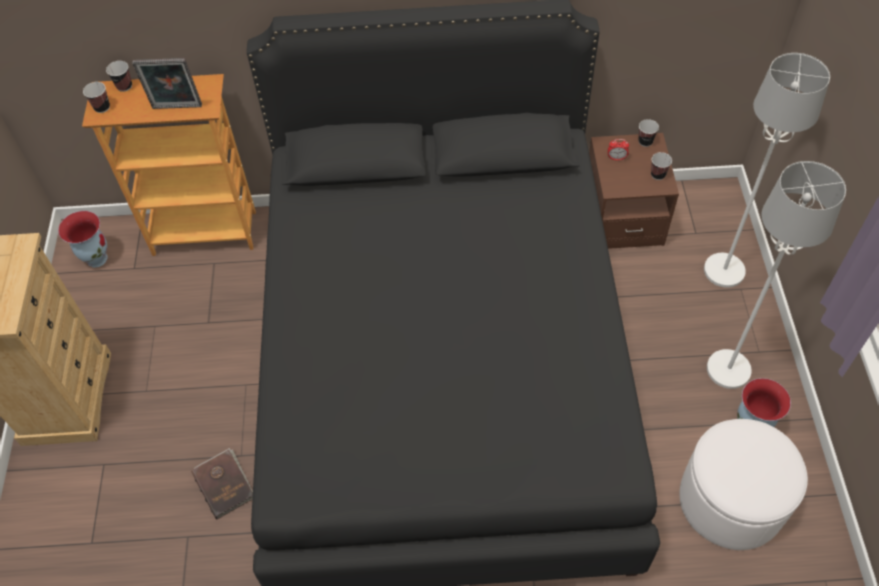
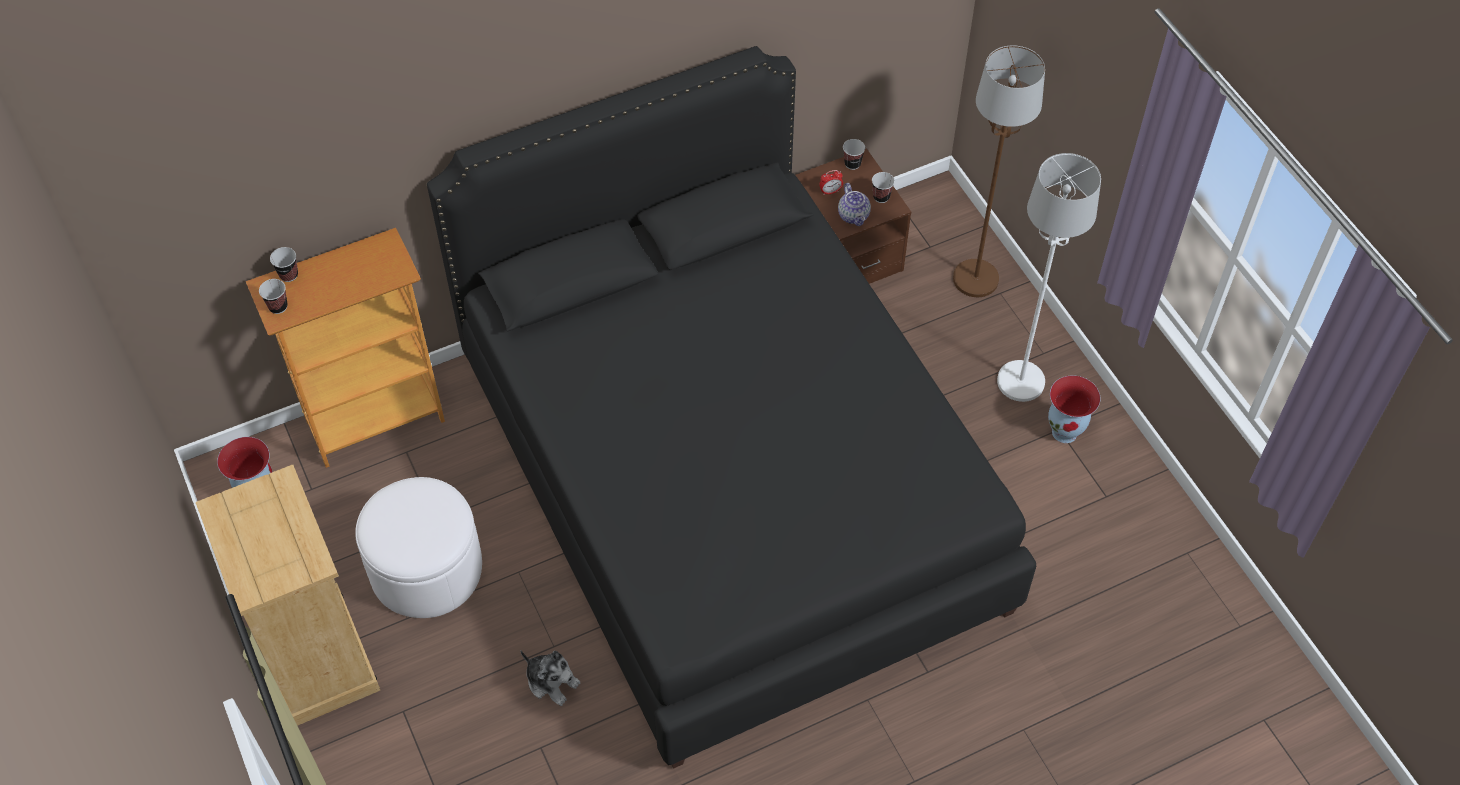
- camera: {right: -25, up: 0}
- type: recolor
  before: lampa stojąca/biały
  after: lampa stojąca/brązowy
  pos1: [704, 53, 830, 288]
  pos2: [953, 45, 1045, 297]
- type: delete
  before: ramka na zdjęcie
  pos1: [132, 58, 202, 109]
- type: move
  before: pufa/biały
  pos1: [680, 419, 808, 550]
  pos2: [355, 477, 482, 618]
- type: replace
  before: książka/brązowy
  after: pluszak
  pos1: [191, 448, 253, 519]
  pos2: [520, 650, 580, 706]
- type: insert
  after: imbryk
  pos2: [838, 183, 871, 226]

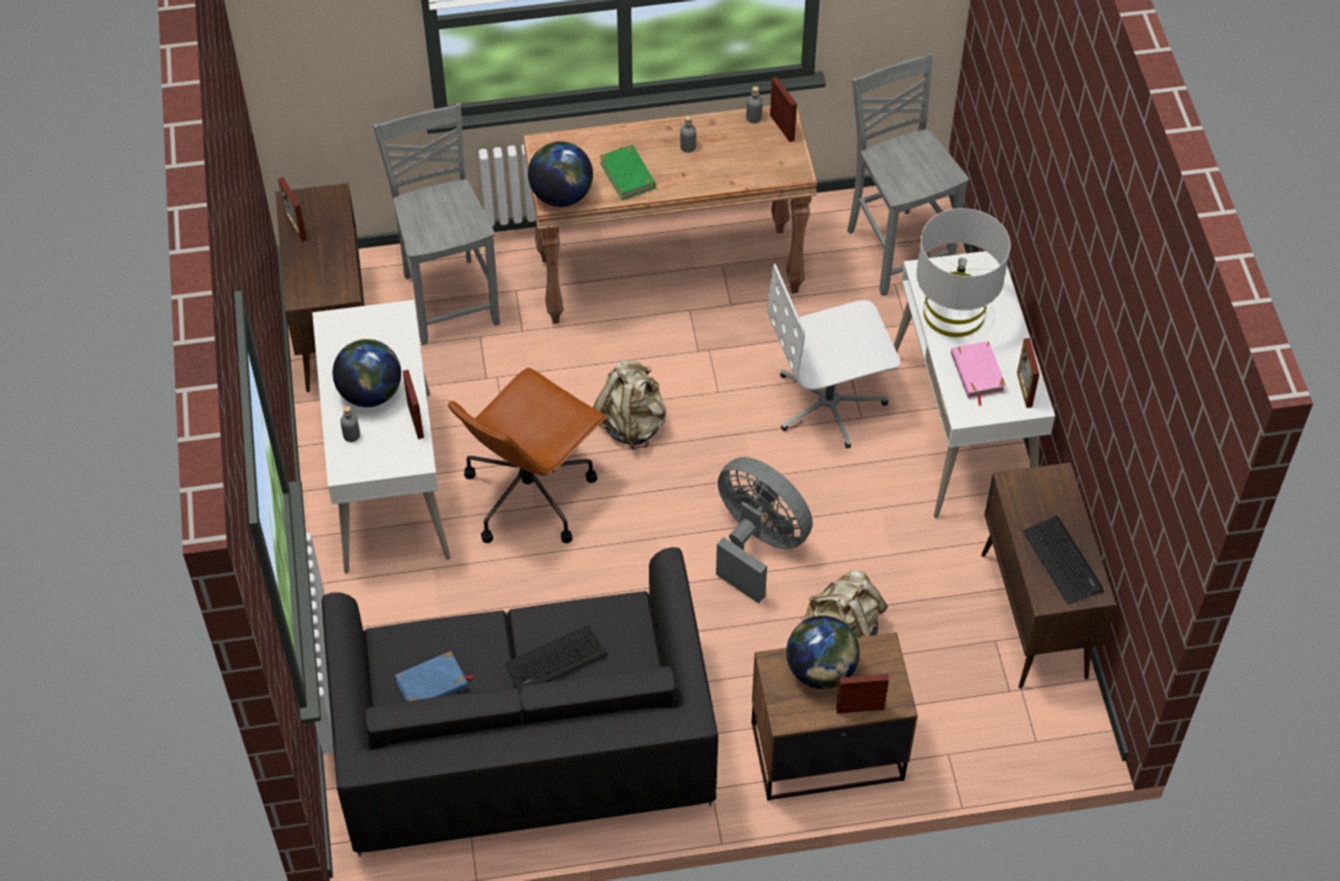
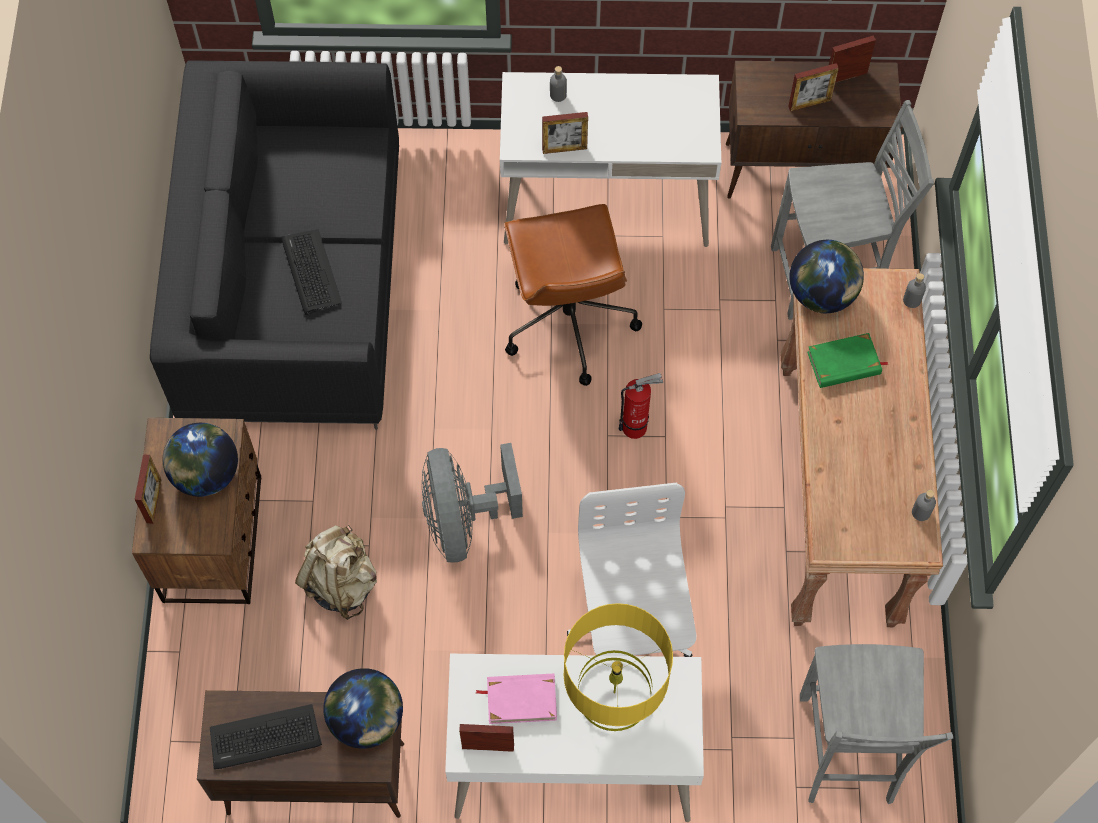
- camera: {right: 100, up: 10}
- type: rotate
  before: krzesło/szary
  pos1: [847, 53, 969, 296]
  pos2: [800, 644, 953, 804]
  turn: 105
- type: move
  before: ramka na zdjęcie
  pos1: [770, 77, 797, 142]
  pos2: [788, 63, 839, 111]
- type: move
  before: butelka/szary
  pos1: [680, 115, 696, 153]
  pos2: [903, 273, 926, 308]
- type: recolor
  before: lampa stołowa/szary
  after: lampa stołowa/żółty
  pos1: [916, 208, 1010, 337]
  pos2: [564, 603, 673, 731]
- type: move
  before: globus
  pos1: [333, 339, 401, 407]
  pos2: [323, 668, 403, 749]
- type: replace
  before: plecak/beżowy
  after: gaśnica
  pos1: [593, 360, 666, 450]
  pos2: [619, 373, 663, 439]
- type: rotate
  before: krzesło biurowe/brązowy
  pos1: [448, 367, 606, 543]
  pos2: [504, 204, 642, 386]
  turn: -150
- type: rotate
  before: wentylator/szary
  pos1: [716, 457, 813, 603]
  pos2: [422, 443, 523, 563]
  turn: 120
- type: delete
  before: książka/niebieski
  pos1: [395, 651, 474, 702]

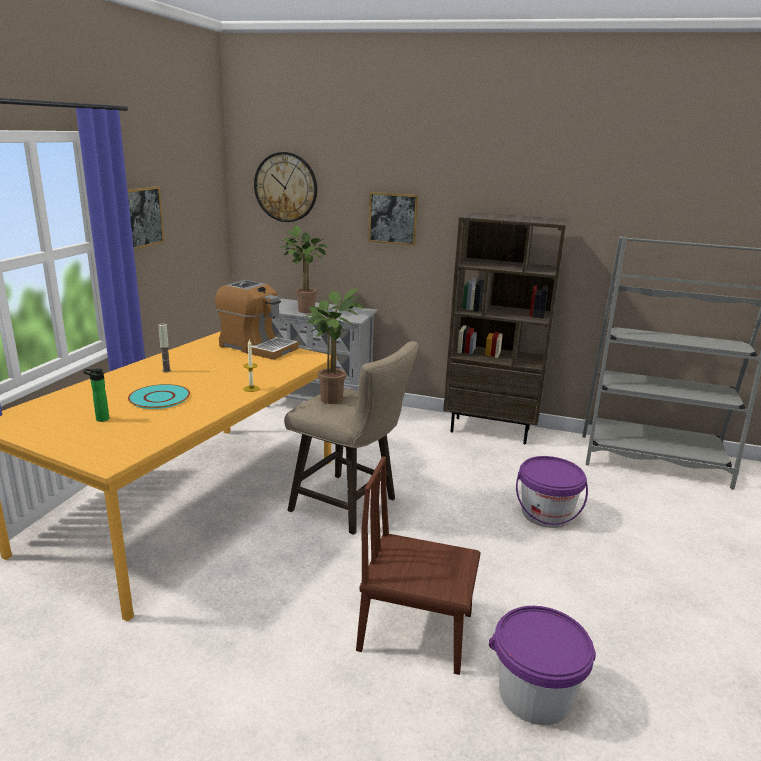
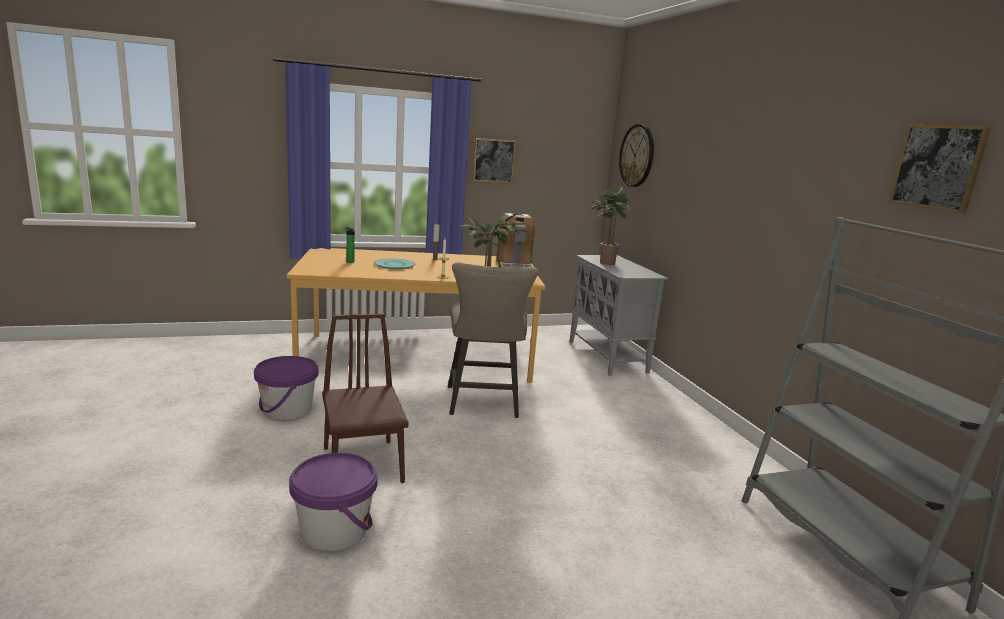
- camera: {right: 55, up: -5}
- type: move
  before: obraz
  pos1: [368, 192, 418, 246]
  pos2: [889, 124, 991, 213]
- type: delete
  before: regał/brązowy
  pos1: [443, 212, 567, 444]
- type: move
  before: wiadro/fioletowy
  pos1: [516, 456, 588, 528]
  pos2: [254, 356, 318, 420]

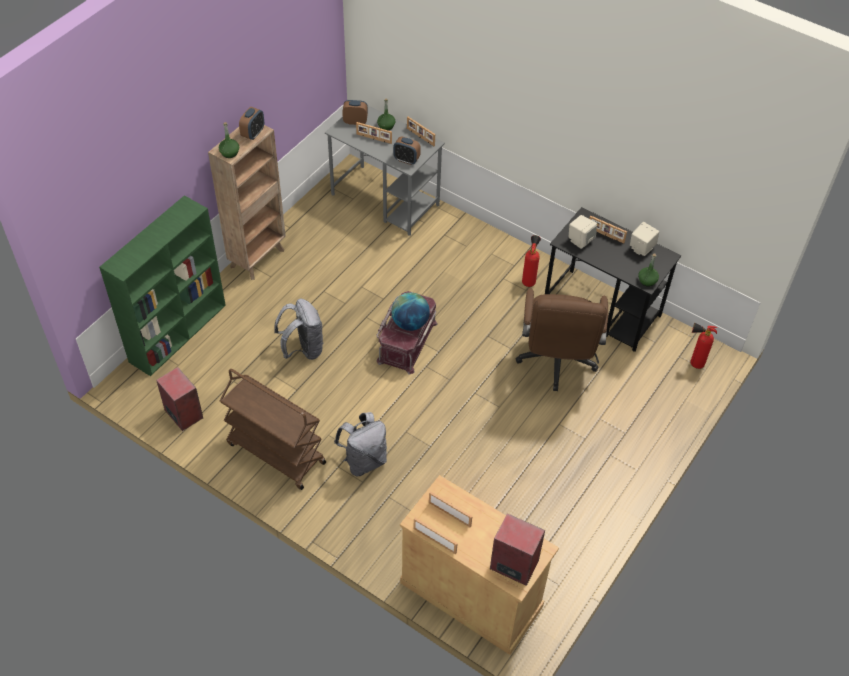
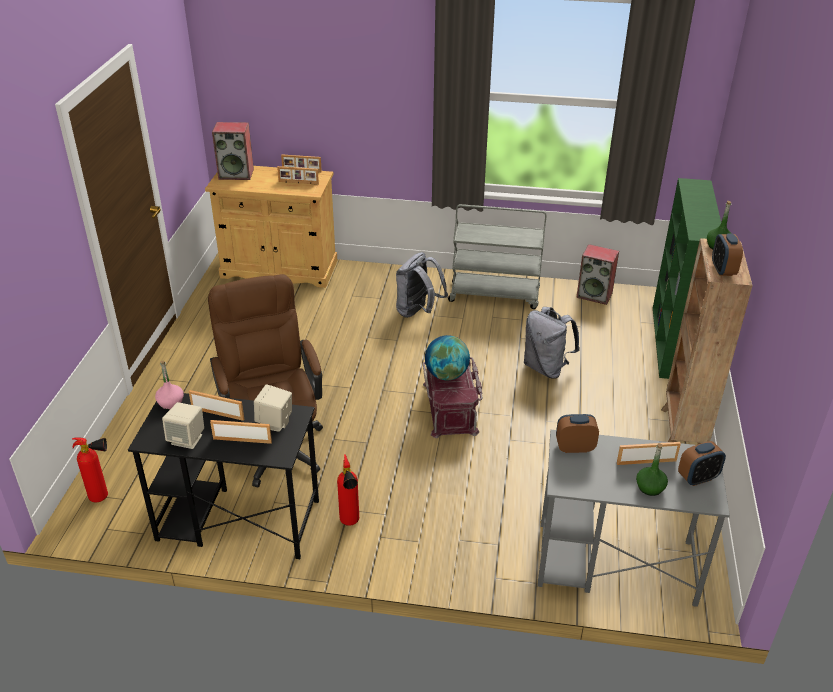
- camera: {right: 155, up: -15}
- type: move
  before: ramka na zdjęcie
  pos1: [407, 117, 435, 146]
  pos2: [189, 390, 244, 421]
- type: recolor
  before: butelka/zielony
  after: butelka/różowy
  pos1: [638, 254, 659, 287]
  pos2: [155, 361, 184, 410]
- type: recolor
  before: wózek/brązowy
  after: wózek/szary
  pos1: [220, 369, 326, 490]
  pos2: [448, 204, 546, 309]

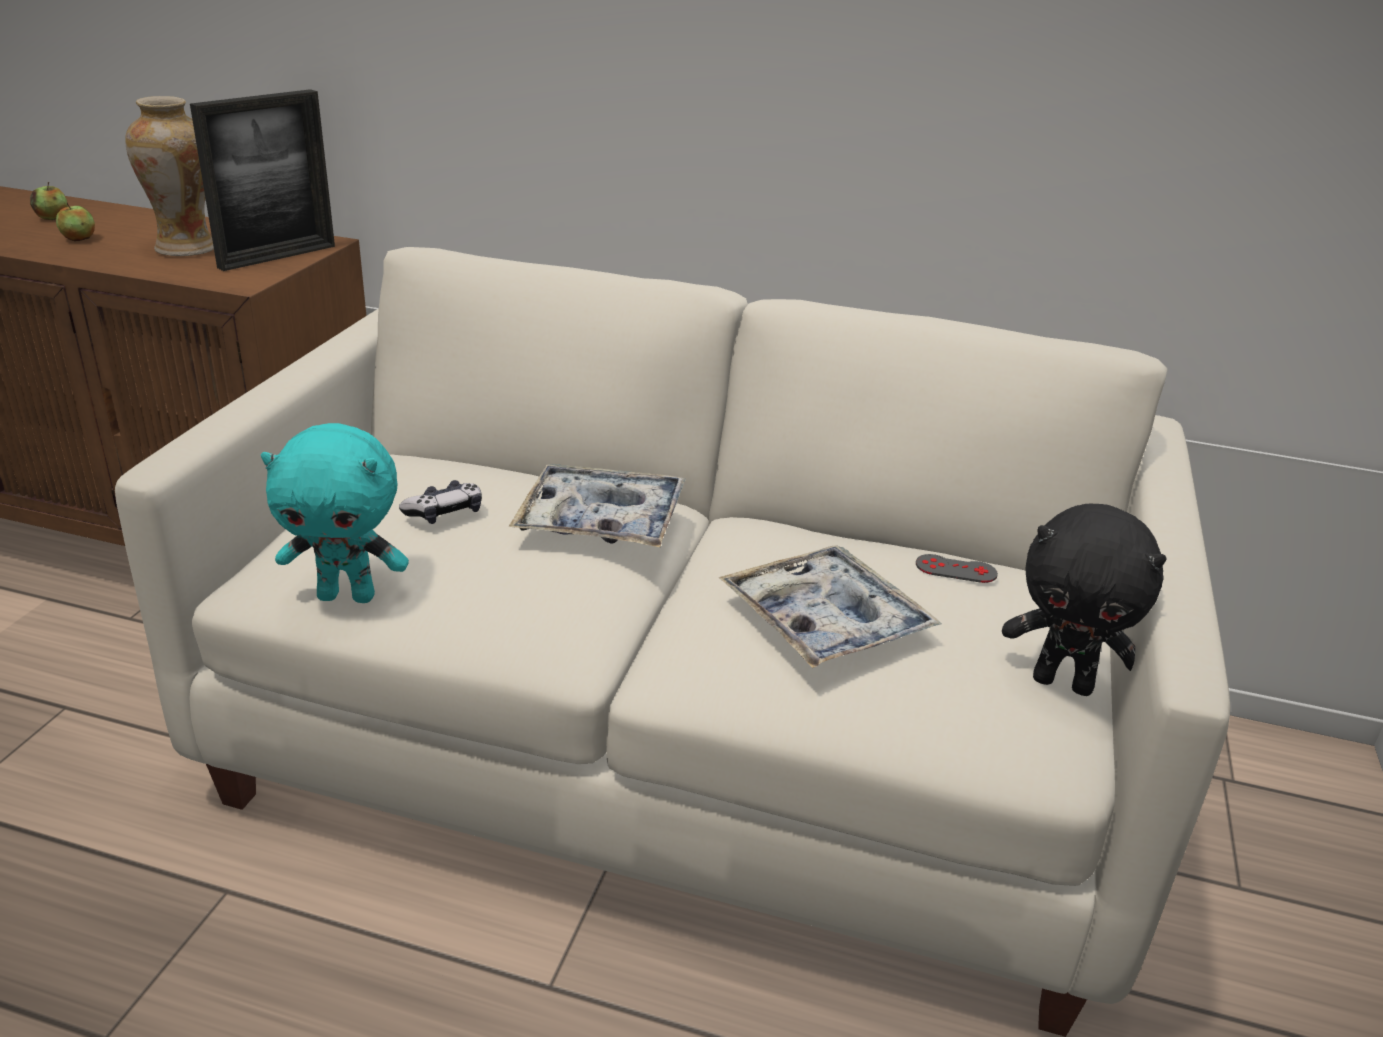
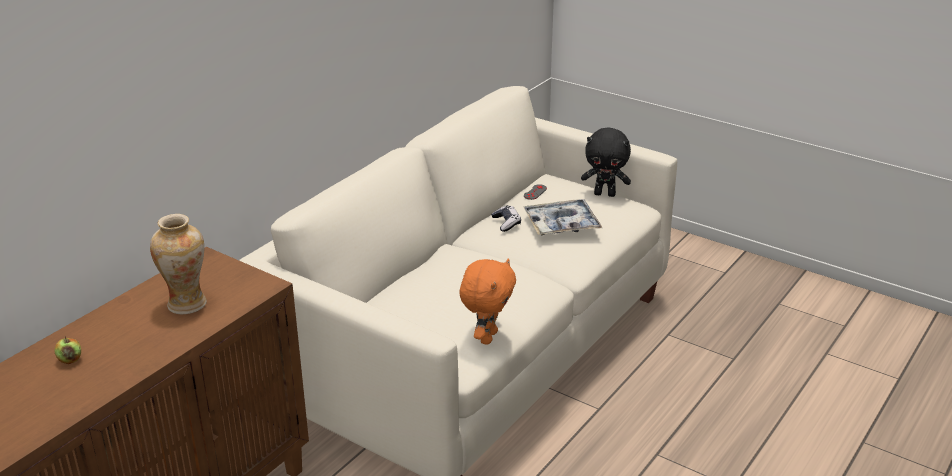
- camera: {right: -70, up: 0}
- type: delete
  before: ramka na zdjęcie
  pos1: [190, 89, 335, 271]
- type: delete
  before: jabłko
  pos1: [56, 202, 95, 241]
- type: recolor
  before: pluszak/turkusowy
  after: pluszak/pomarańczowy
  pos1: [261, 423, 409, 603]
  pos2: [460, 258, 516, 345]
- type: delete
  before: taca
  pos1: [508, 464, 685, 547]
- type: move
  before: pad do gier
  pos1: [399, 480, 482, 524]
  pos2: [491, 205, 521, 232]
- type: rotate
  before: pluszak/czarny
  pos1: [1002, 504, 1167, 696]
  pos2: [581, 128, 631, 197]
  turn: 60

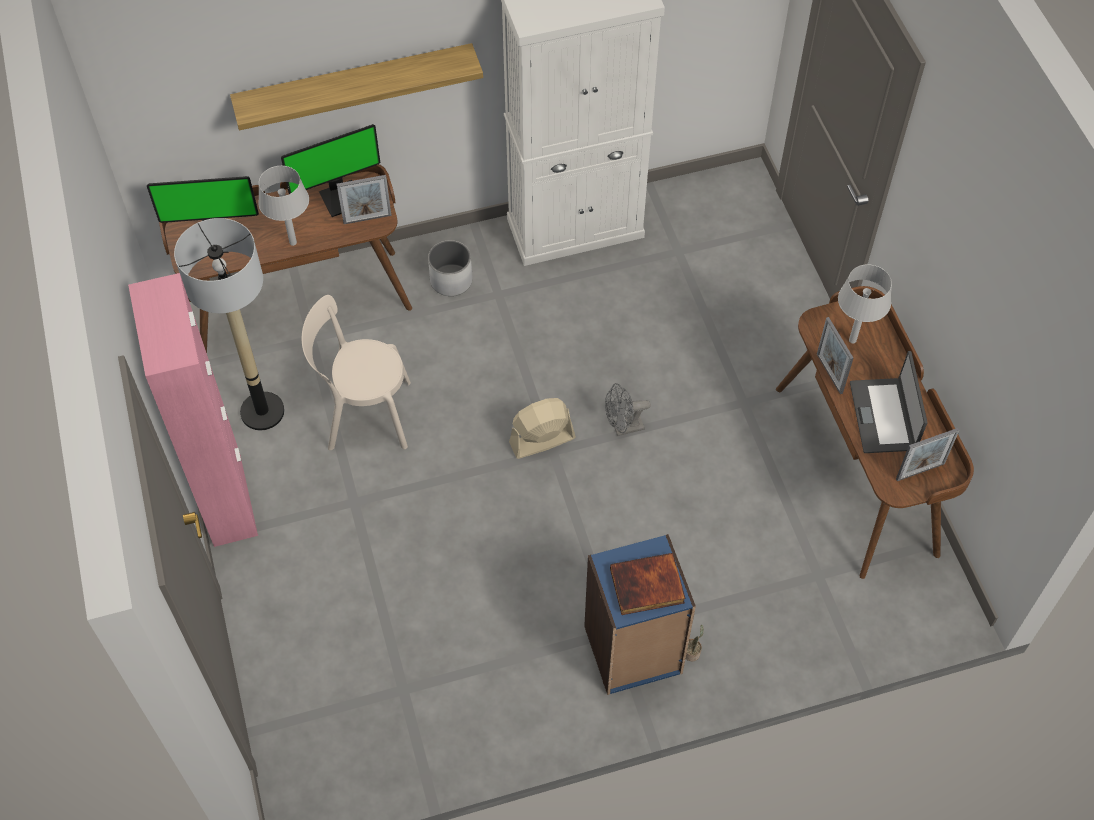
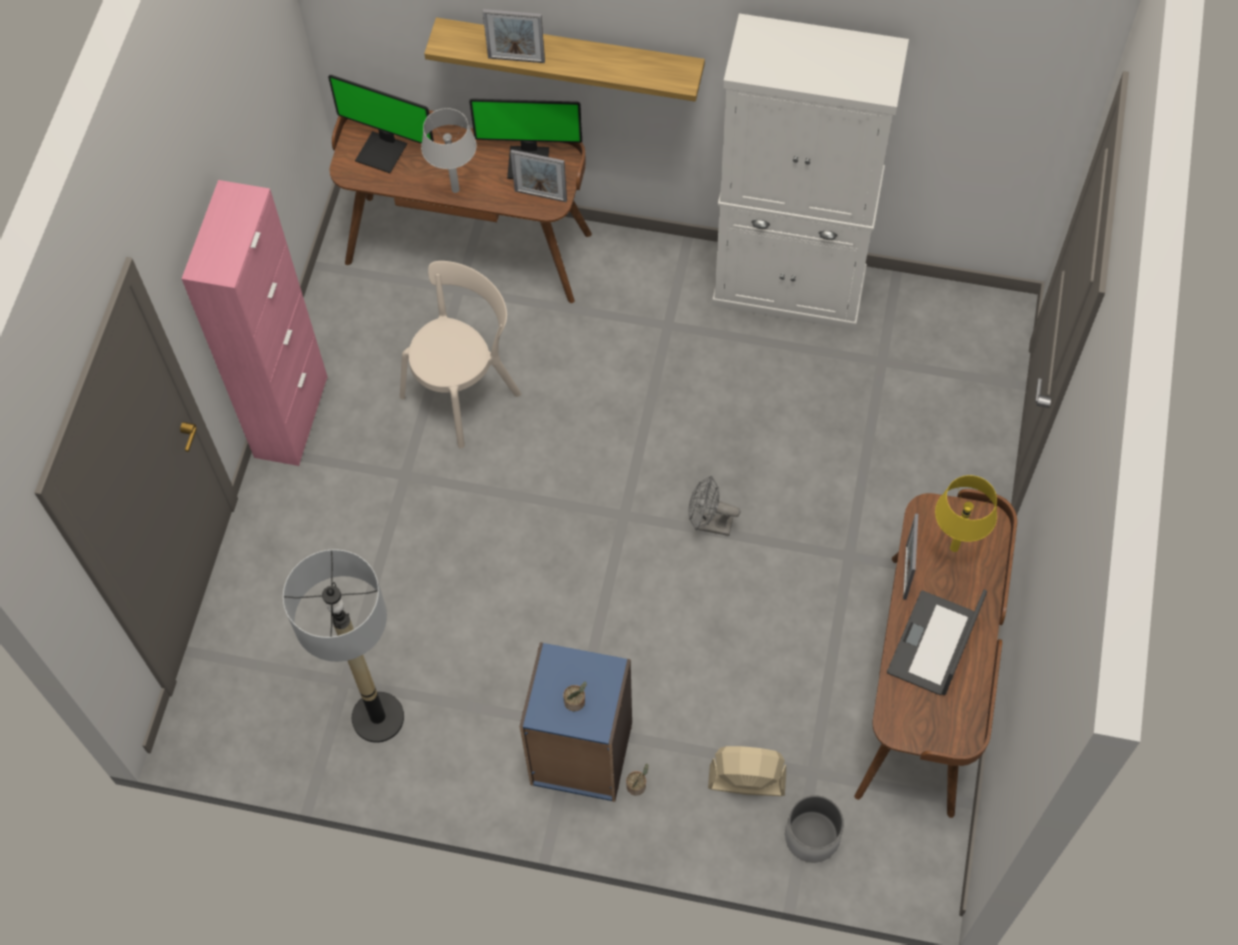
- camera: {right: 30, up: 5}
- type: move
  before: lampa stojąca
  pos1: [174, 218, 285, 430]
  pos2: [283, 549, 404, 743]
- type: move
  before: donica/biały
  pos1: [428, 240, 473, 296]
  pos2: [785, 795, 844, 862]
- type: recolor
  before: lampa stołowa/szary
  after: lampa stołowa/żółty
  pos1: [838, 264, 892, 343]
  pos2: [935, 475, 997, 552]
- type: rotate
  before: krzesło/beżowy
  pos1: [302, 295, 411, 450]
  pos2: [400, 261, 521, 448]
  turn: 105
- type: move
  before: wentylator/beżowy
  pos1: [509, 398, 576, 459]
  pos2: [708, 746, 786, 796]
- type: move
  before: ramka na zdjęcie
  pos1: [896, 428, 960, 481]
  pos2: [483, 9, 545, 63]
- type: replace
  before: książka
  after: roślina doniczkowa
  pos1: [610, 553, 686, 615]
  pos2: [563, 682, 587, 711]

